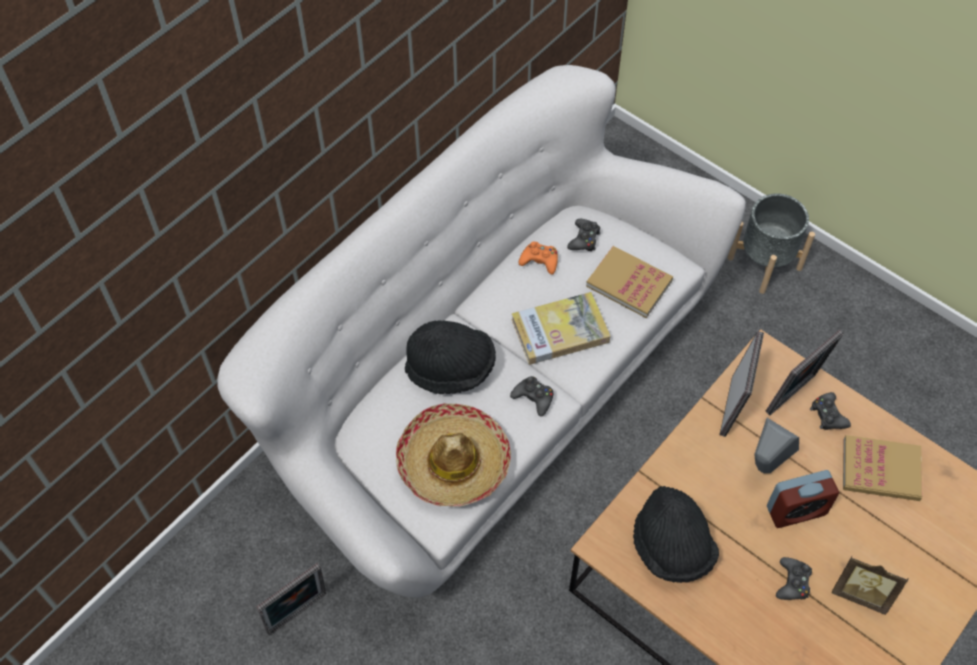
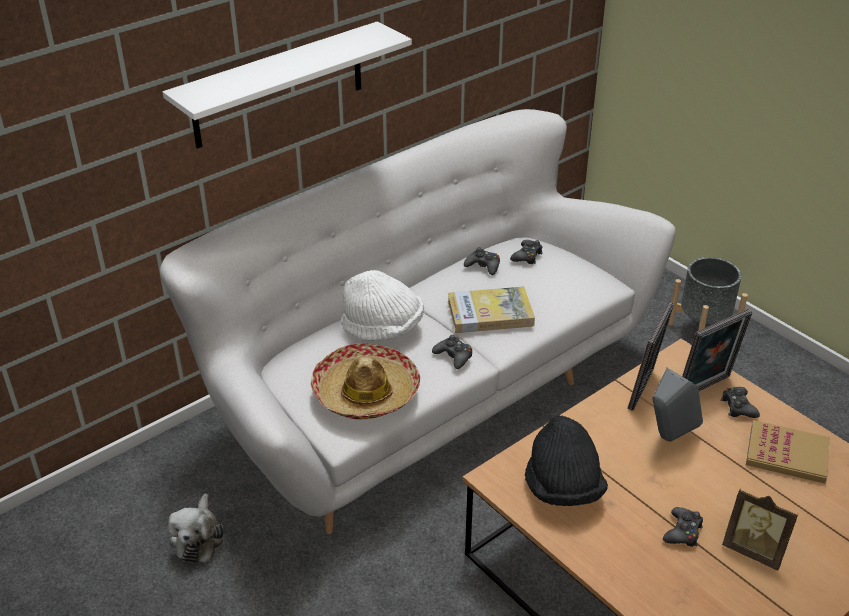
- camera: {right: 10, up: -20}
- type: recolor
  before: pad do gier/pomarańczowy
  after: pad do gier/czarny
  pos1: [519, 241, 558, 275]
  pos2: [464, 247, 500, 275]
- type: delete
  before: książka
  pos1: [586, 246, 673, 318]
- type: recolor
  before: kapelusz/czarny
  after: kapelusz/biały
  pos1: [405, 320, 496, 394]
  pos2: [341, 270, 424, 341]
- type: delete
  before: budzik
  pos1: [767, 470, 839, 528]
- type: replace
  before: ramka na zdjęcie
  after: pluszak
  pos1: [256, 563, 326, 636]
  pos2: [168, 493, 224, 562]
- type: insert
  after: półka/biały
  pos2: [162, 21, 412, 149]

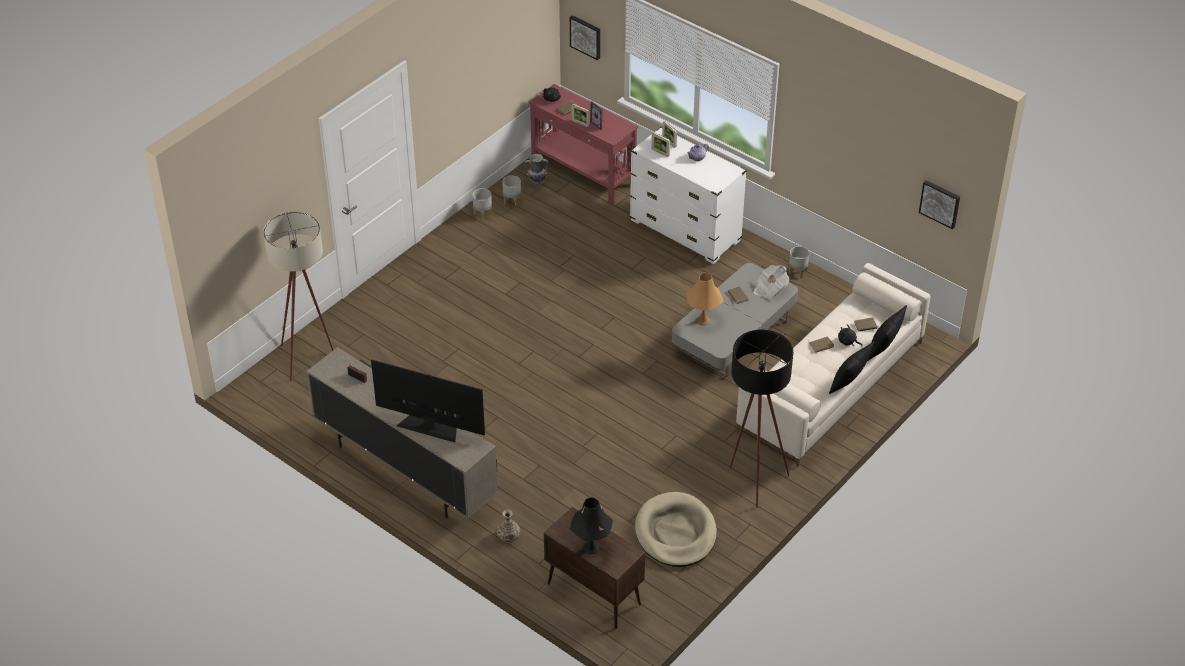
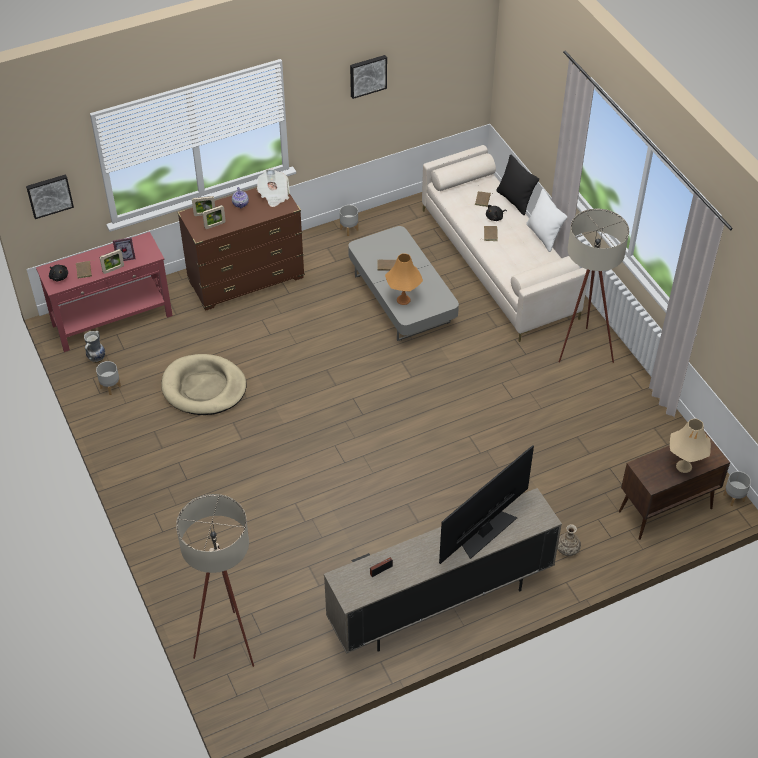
- camera: {right: -65, up: 5}
- type: recolor
  before: komoda/biały
  after: komoda/brązowy
  pos1: [630, 127, 747, 264]
  pos2: [178, 188, 305, 311]
- type: move
  before: obraz
  pos1: [919, 180, 960, 229]
  pos2: [350, 55, 387, 99]
- type: move
  before: donica/szary
  pos1: [473, 189, 492, 220]
  pos2: [723, 471, 751, 506]
- type: move
  before: gazeta
  pos1: [753, 265, 790, 299]
  pos2: [257, 168, 290, 207]
- type: recolor
  before: lampa stojąca/czarny
  after: lampa stojąca/beżowy
  pos1: [730, 330, 793, 508]
  pos2: [559, 208, 629, 363]
- type: recolor
  before: poduszka/czarny
  after: poduszka/biały
  pos1: [829, 341, 875, 394]
  pos2: [526, 189, 567, 252]
- type: move
  before: legowisko/beżowy
  pos1: [635, 492, 717, 567]
  pos2: [161, 354, 246, 415]
- type: recolor
  before: lampa stołowa/czarny
  after: lampa stołowa/beżowy
  pos1: [570, 498, 613, 554]
  pos2: [670, 418, 711, 473]

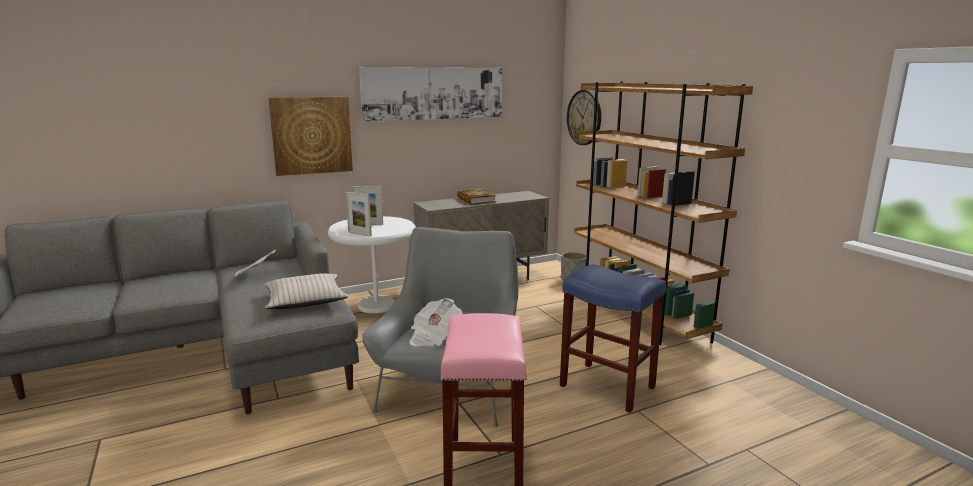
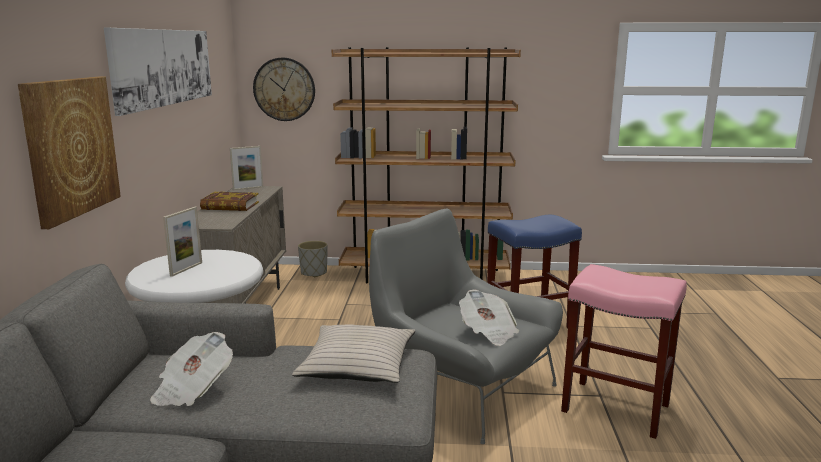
- camera: {right: -60, up: 0}
- type: move
  before: ramka na zdjęcie
  pos1: [345, 192, 372, 237]
  pos2: [230, 146, 263, 190]

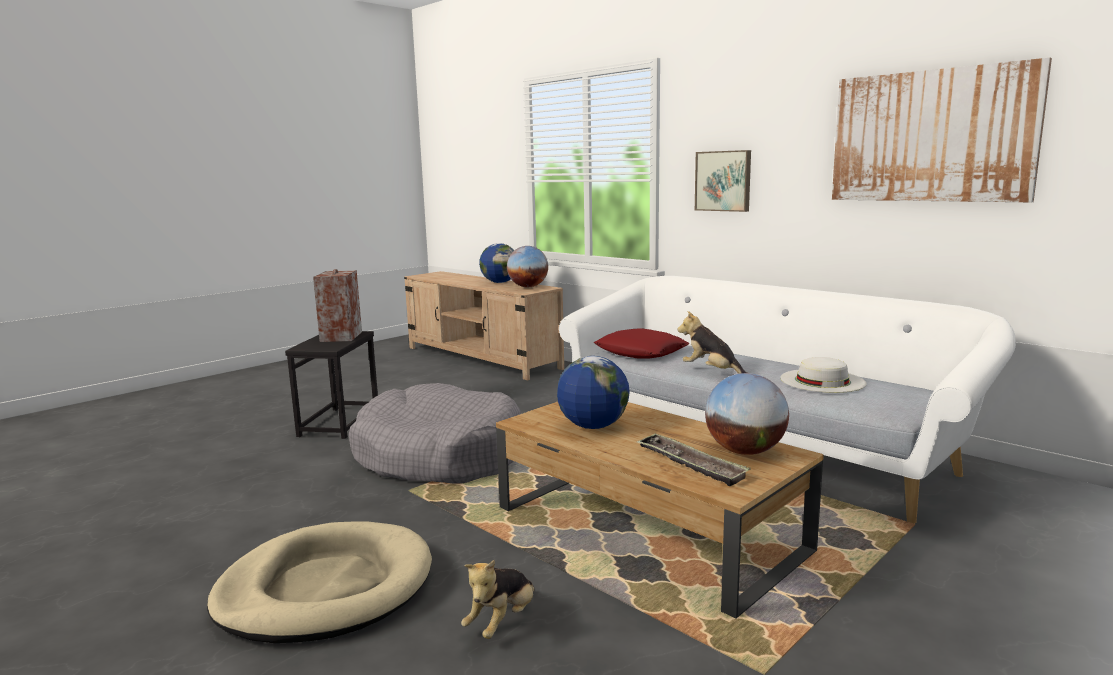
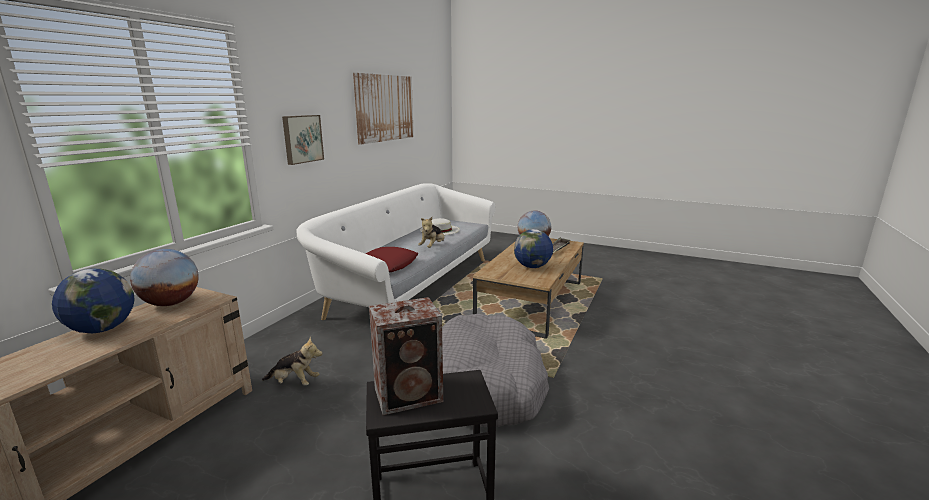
- camera: {right: -110, up: 5}
- type: delete
  before: legowisko/beżowy
  pos1: [207, 521, 432, 643]
- type: move
  before: pluszak
  pos1: [461, 560, 535, 639]
  pos2: [262, 337, 322, 386]

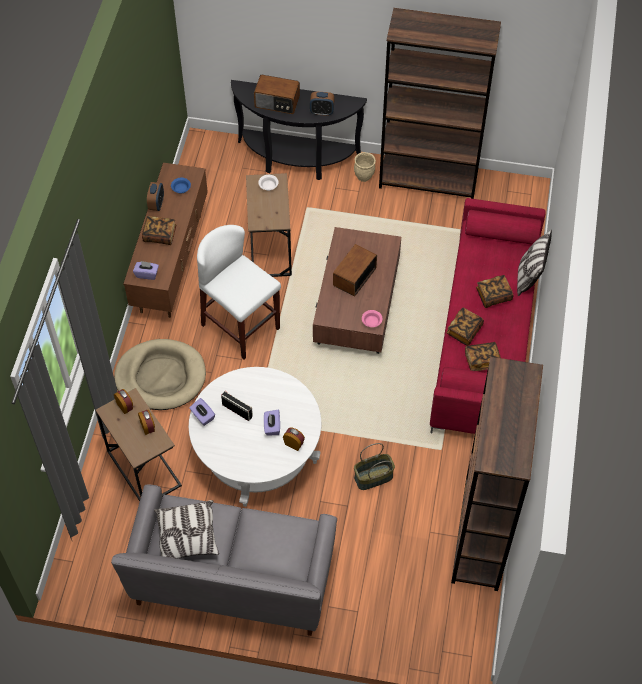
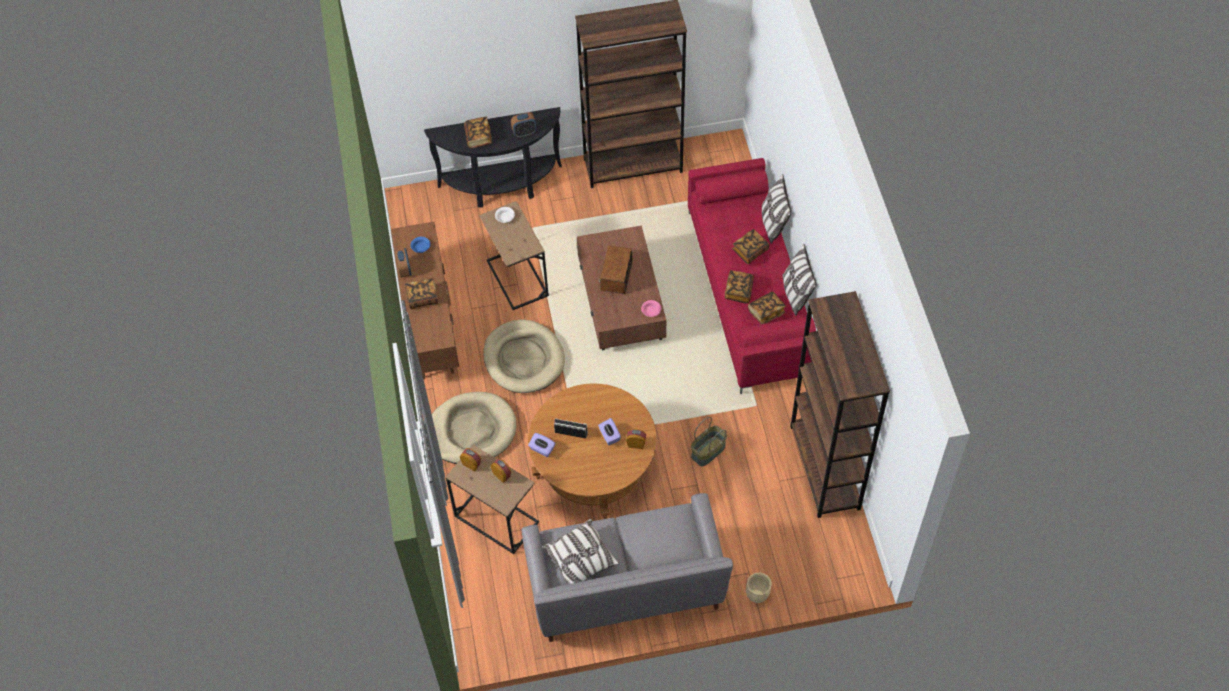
- camera: {right: -20, up: 0}
- type: replace
  before: radio
  after: książka
  pos1: [254, 75, 300, 114]
  pos2: [464, 117, 492, 148]
- type: move
  before: donica/beżowy
  pos1: [354, 152, 376, 182]
  pos2: [746, 573, 772, 603]
- type: replace
  before: stołek/biały
  after: legowisko/beżowy
  pos1: [197, 225, 281, 360]
  pos2: [483, 320, 565, 393]
- type: delete
  before: pudełko chusteczek/fioletowy
  pos1: [133, 261, 159, 280]
- type: recolor
  before: ława/biały
  after: ława/brązowy
  pos1: [189, 367, 321, 507]
  pos2: [528, 383, 657, 519]
- type: insert
  after: poduszka
  pos2: [783, 244, 817, 316]

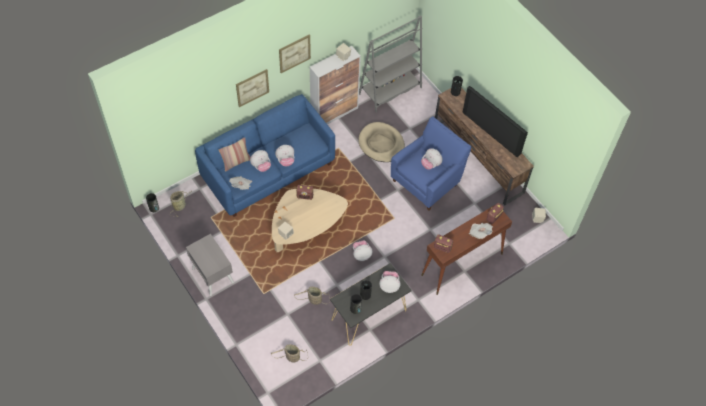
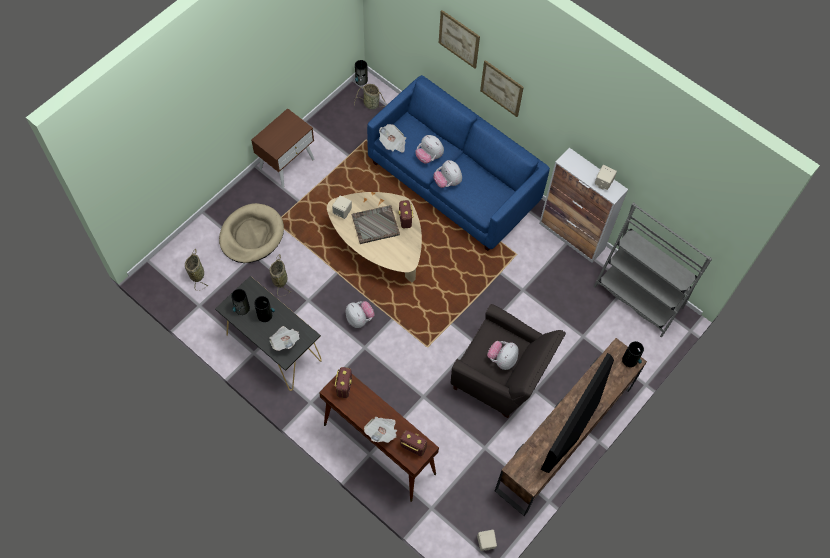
- camera: {right: 75, up: 5}
- type: move
  before: obraz
  pos1: [279, 34, 311, 73]
  pos2: [439, 10, 480, 69]
- type: recolor
  before: fotel/niebieski
  after: fotel/szary
  pos1: [391, 116, 471, 210]
  pos2: [450, 304, 566, 418]
- type: move
  before: legowisko/beżowy
  pos1: [358, 122, 405, 162]
  pos2: [219, 203, 284, 263]
- type: delete
  before: poduszka
  pos1: [219, 137, 251, 172]
- type: recolor
  before: szafka nocna/szary
  after: szafka nocna/brązowy
  pos1: [186, 234, 234, 296]
  pos2: [251, 108, 315, 188]
- type: replace
  before: pluszak
  after: gazeta
  pos1: [379, 271, 401, 293]
  pos2: [269, 326, 299, 351]
- type: insert
  after: taca/szary
  pos2: [352, 205, 400, 244]

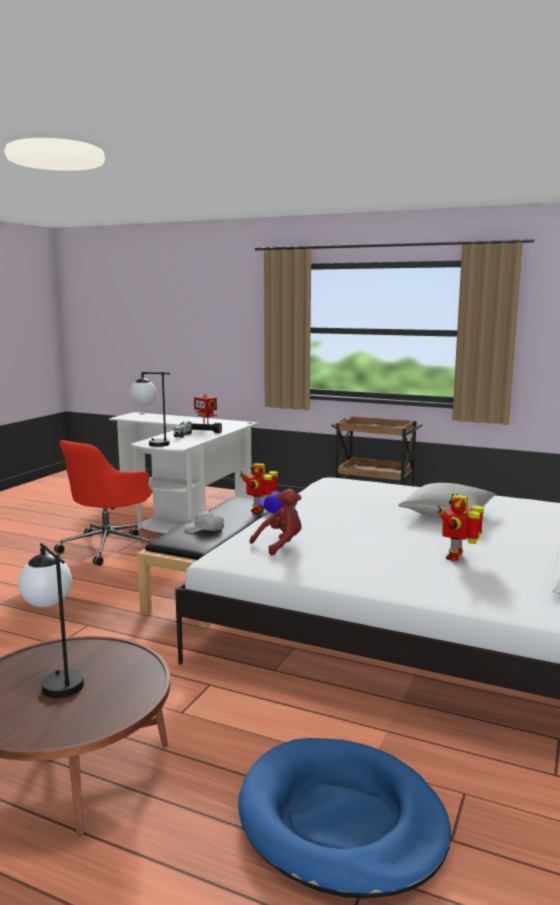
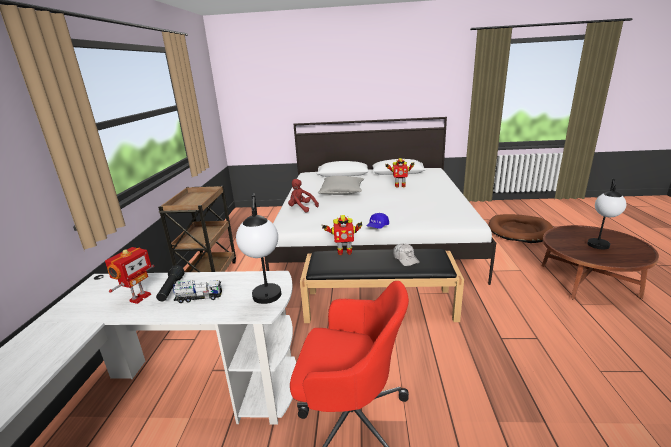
- camera: {right: -110, up: 10}
- type: move
  before: pluszak/czerwony
  pos1: [250, 489, 302, 556]
  pos2: [288, 179, 319, 212]
- type: recolor
  before: legowisko/niebieski
  after: legowisko/brązowy
  pos1: [238, 738, 451, 899]
  pos2: [489, 214, 553, 243]

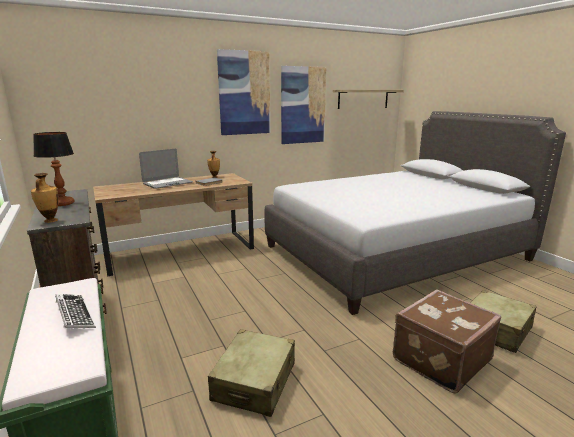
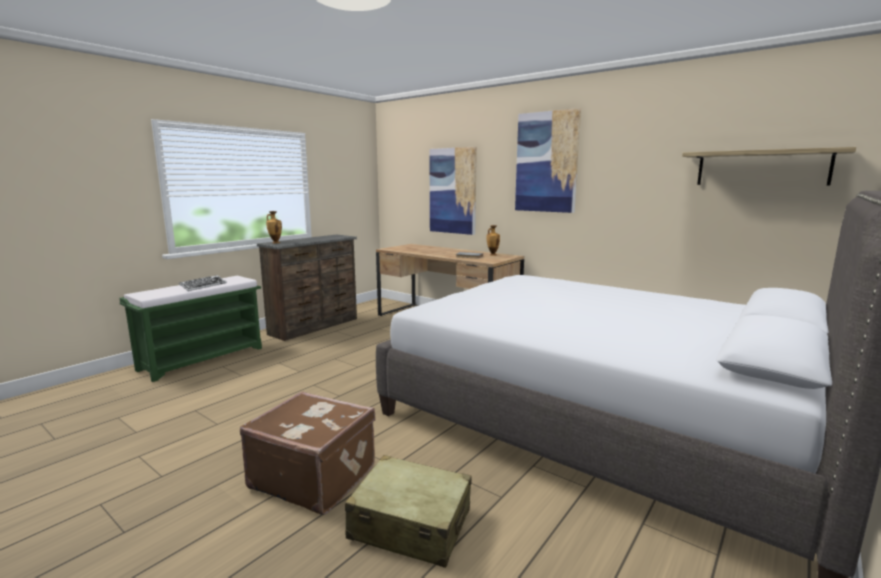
- camera: {right: 65, up: -5}
- type: move
  before: obraz
  pos1: [281, 66, 326, 144]
  pos2: [429, 147, 477, 235]
- type: delete
  before: lampa stołowa
  pos1: [33, 132, 75, 206]
- type: delete
  before: laptop
  pos1: [139, 149, 193, 189]
- type: delete
  before: walizka/beżowy
  pos1: [208, 329, 295, 417]

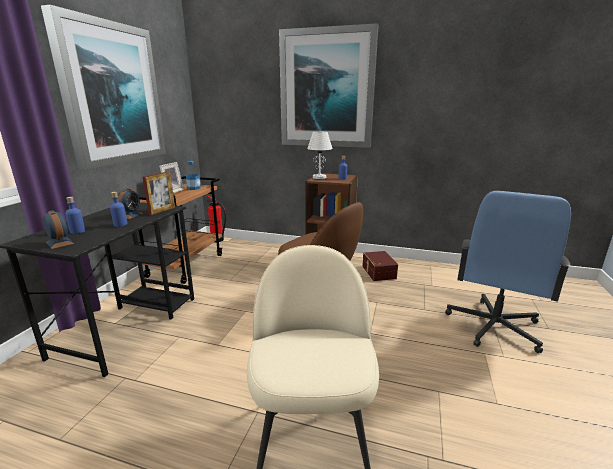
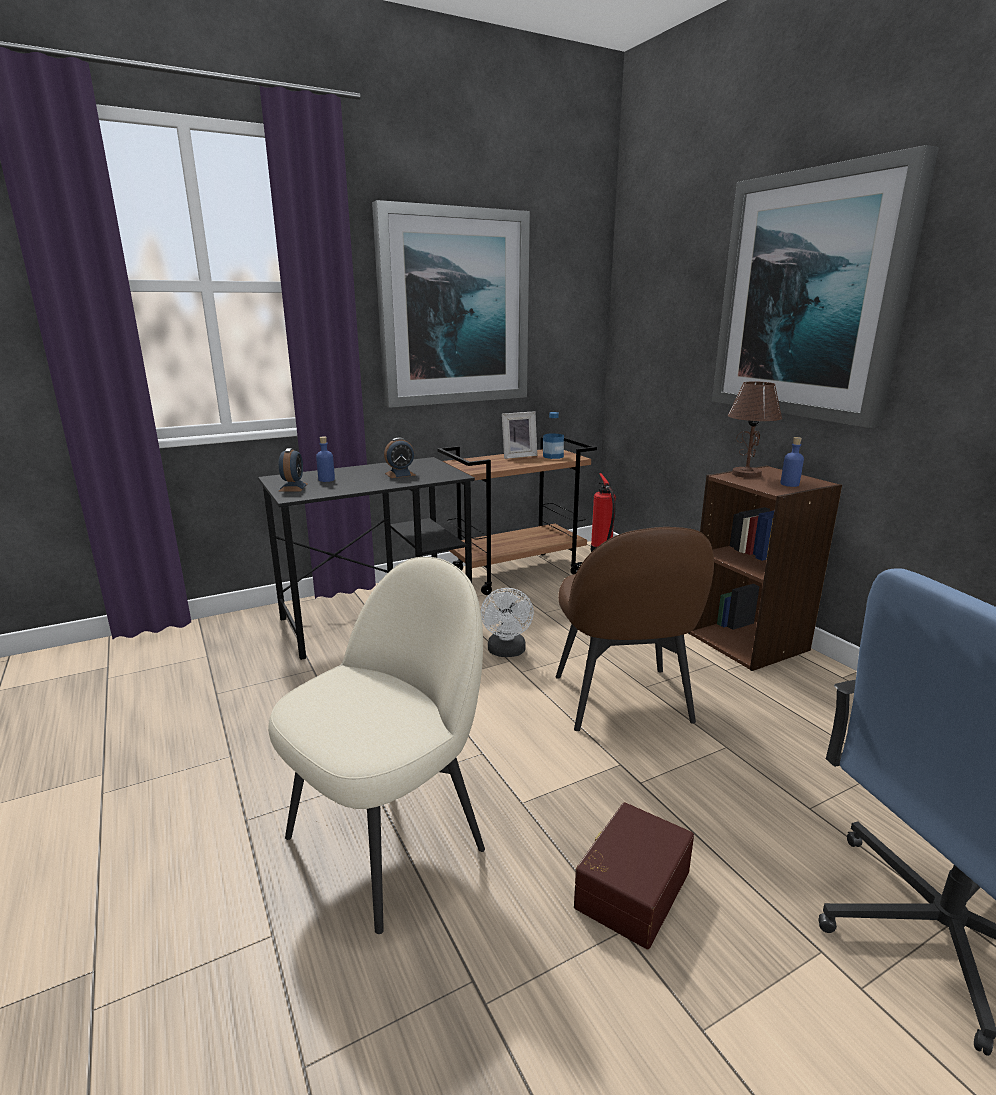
- camera: {right: 45, up: 0}
- type: recolor
  before: lampa stołowa/biały
  after: lampa stołowa/brązowy
  pos1: [307, 131, 333, 179]
  pos2: [728, 382, 782, 478]
- type: delete
  before: ramka na zdjęcie
  pos1: [143, 172, 175, 215]
- type: delete
  before: butelka/niebieski
  pos1: [110, 192, 127, 227]
- type: move
  before: pojemnik do przechowywania/brązowy
  pos1: [362, 251, 398, 281]
  pos2: [574, 802, 694, 949]
- type: insert
  after: wentylator/biały
  pos2: [481, 588, 534, 657]

